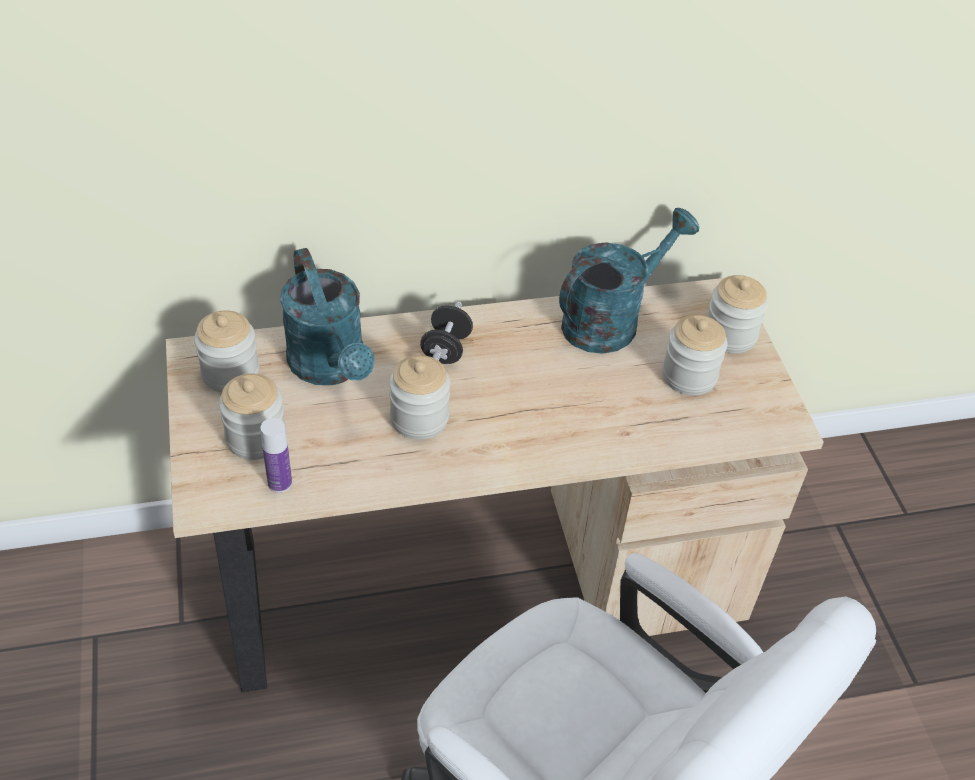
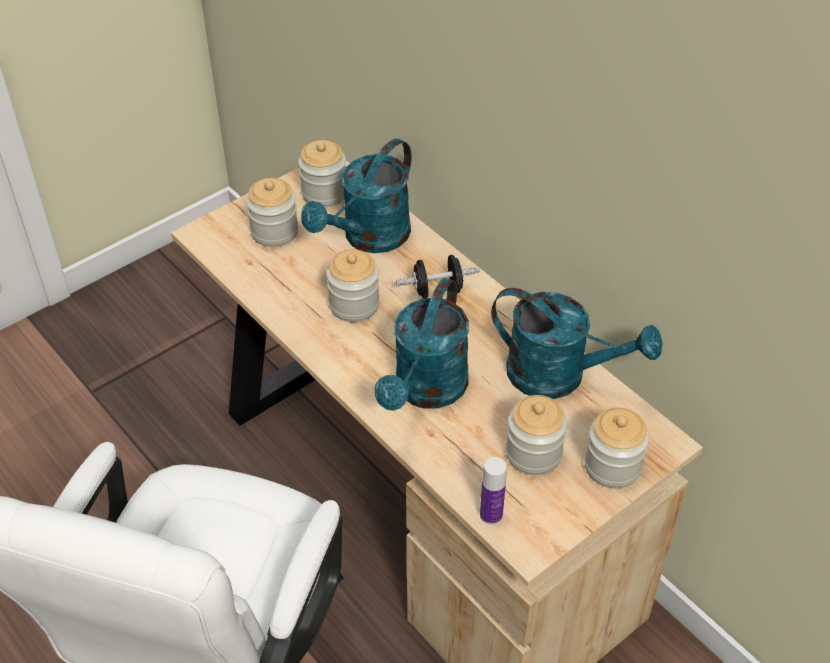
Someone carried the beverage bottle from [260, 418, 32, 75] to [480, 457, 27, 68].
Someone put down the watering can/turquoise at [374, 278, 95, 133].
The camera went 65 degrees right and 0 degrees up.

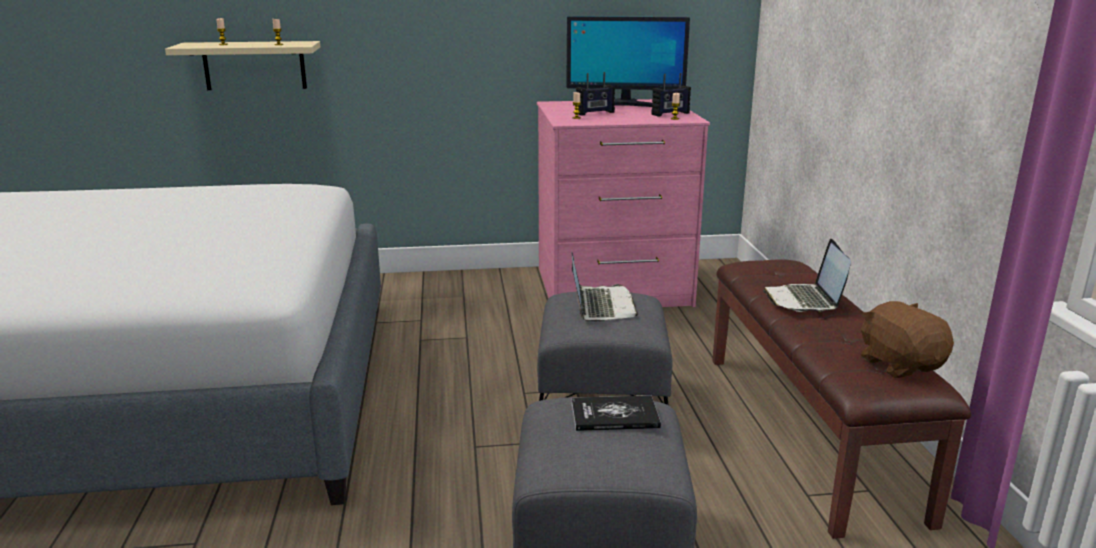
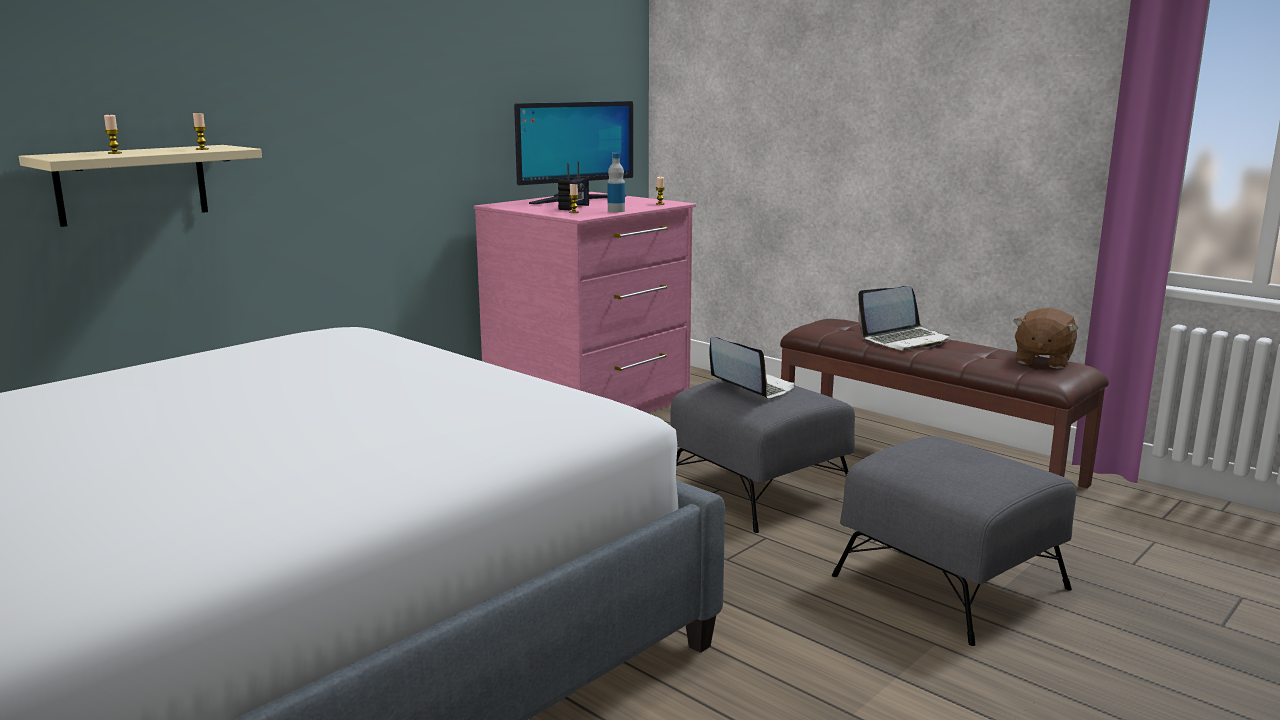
Someone took away the radio receiver at [652, 73, 39, 43].
Someone rotated the portable computer at [763, 239, 88, 73] by 75 degrees counterclockwise.
Someone rotated the soft toy/brownish at [861, 301, 93, 77] by 90 degrees counterclockwise.
Someone took away the book at [572, 395, 89, 36].
Someone put down the beverage bottle at [607, 153, 18, 59].
The camera went 40 degrees left and 5 degrees down.

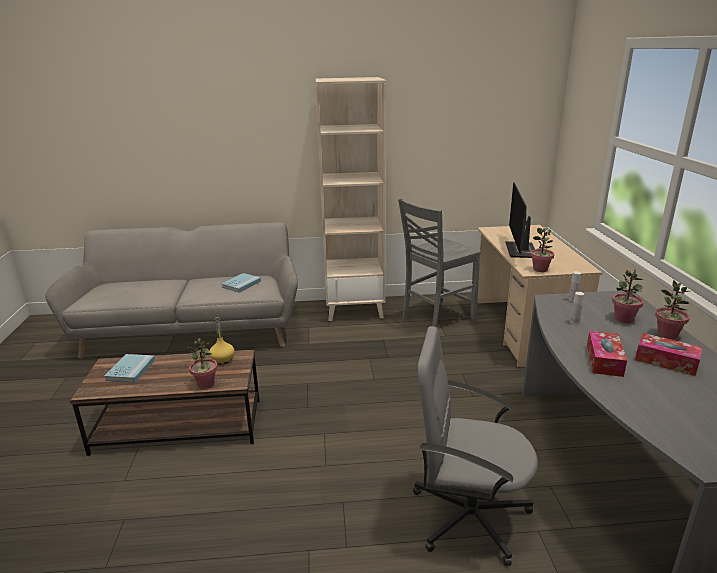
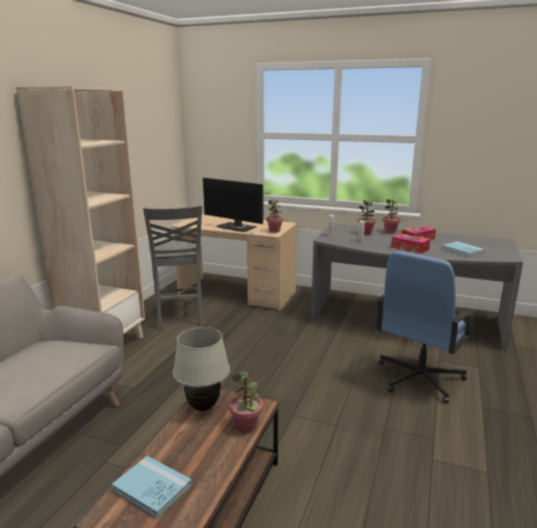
Someone carried the book/blue from [221, 273, 40, 20] to [442, 241, 43, 16].
Someone swapped the beverage bottle/yellow at [209, 317, 26, 47] for the table lamp/whitish at [173, 327, 57, 84].
Someone repainted the office chair/grey at [413, 326, 125, 240], which became the office chair/blue at [376, 251, 101, 153].
The camera went 65 degrees left and 5 degrees down.

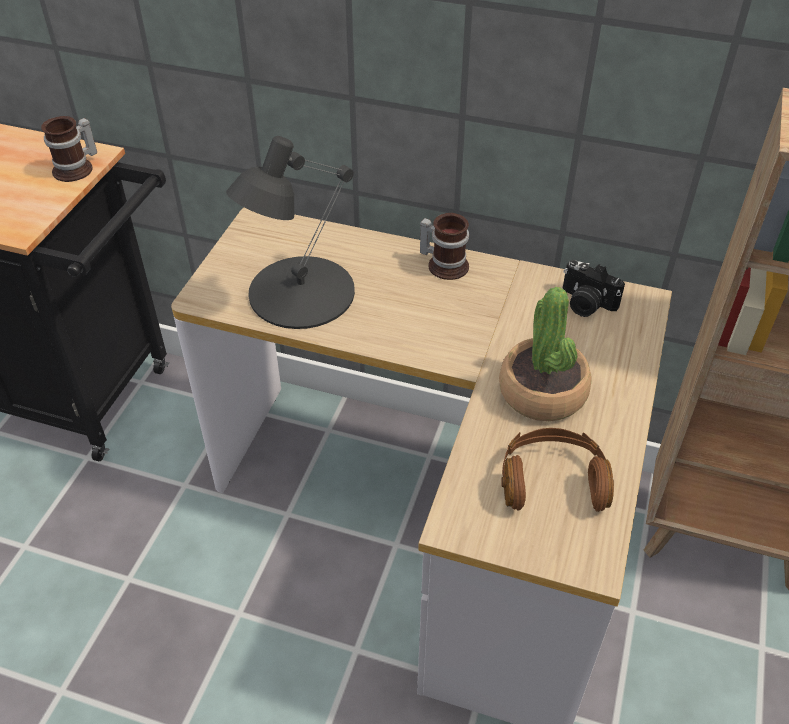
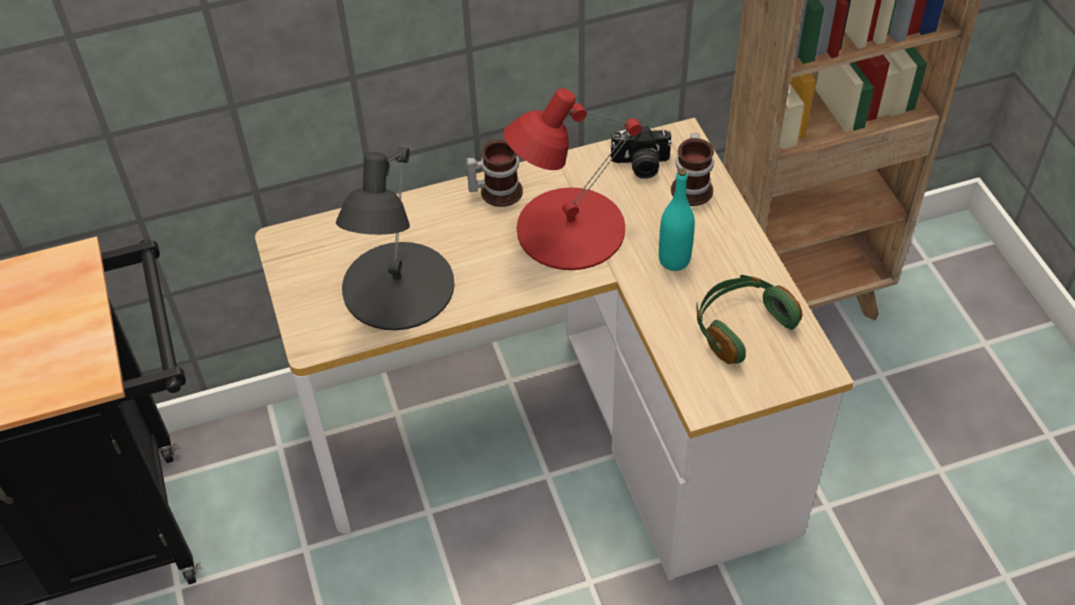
Someone carried the mug from [41, 116, 56, 66] to [671, 133, 43, 73].
Someone swapped the plant in a pot at [499, 287, 93, 134] for the beverage bottle/turquoise at [659, 168, 36, 103].
Someone repainted the headset/brownish at [501, 428, 113, 84], which became the headset/green-coloured at [696, 275, 106, 89].
Someone put down the table lamp/reddish at [503, 88, 139, 182].
The camera went 35 degrees left and 5 degrees up.

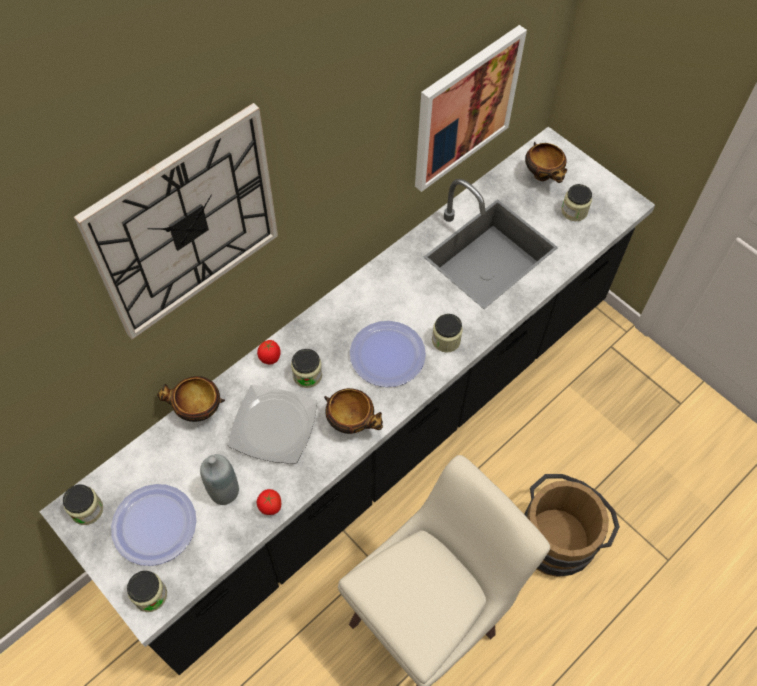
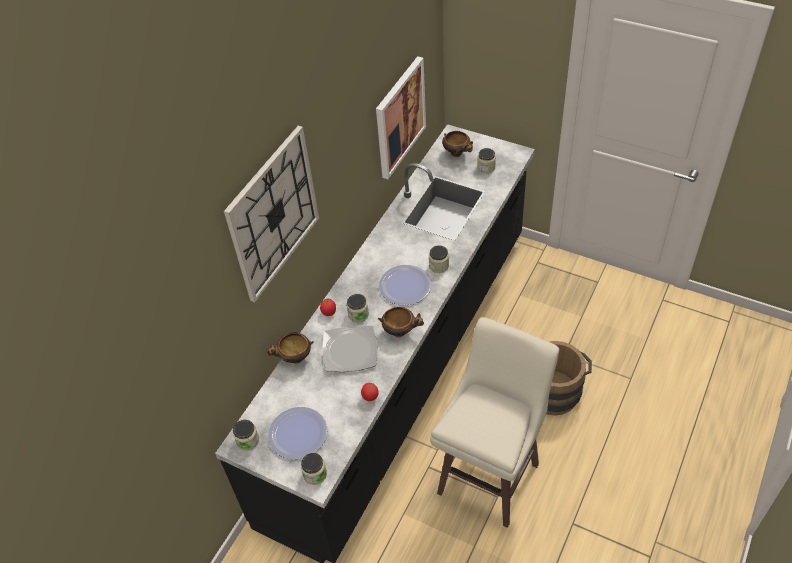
Someone took away the beverage bottle/grey at [200, 454, 39, 51].
The camera went 15 degrees left and 10 degrees down.

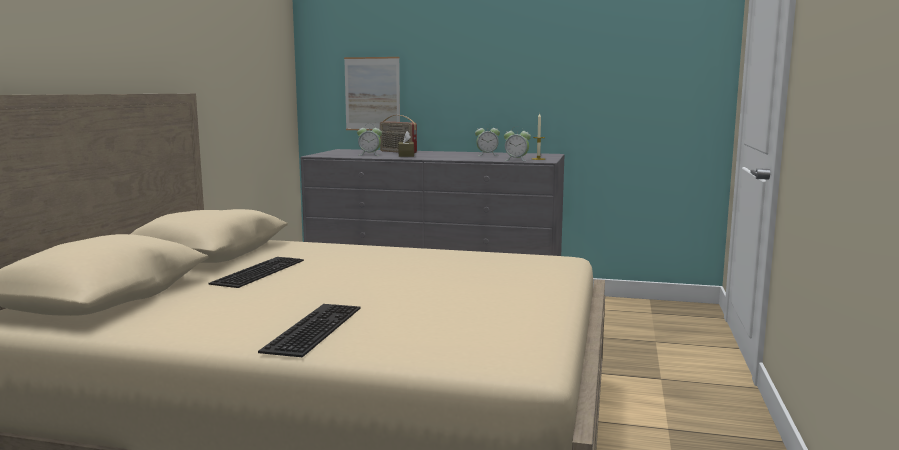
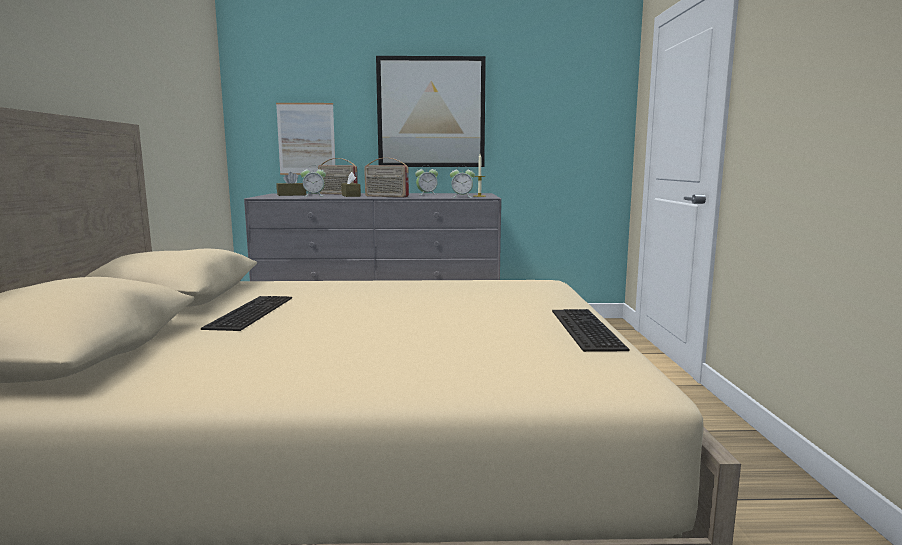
Someone carried the computer keyboard from [258, 304, 103, 53] to [552, 309, 77, 43].
Someone put up the picture at [376, 56, 110, 111].
Someone put down the radio receiver at [364, 158, 45, 39].
Someone put down the box of tissues/brownish at [277, 172, 29, 24].
The camera went 15 degrees left and 0 degrees up.

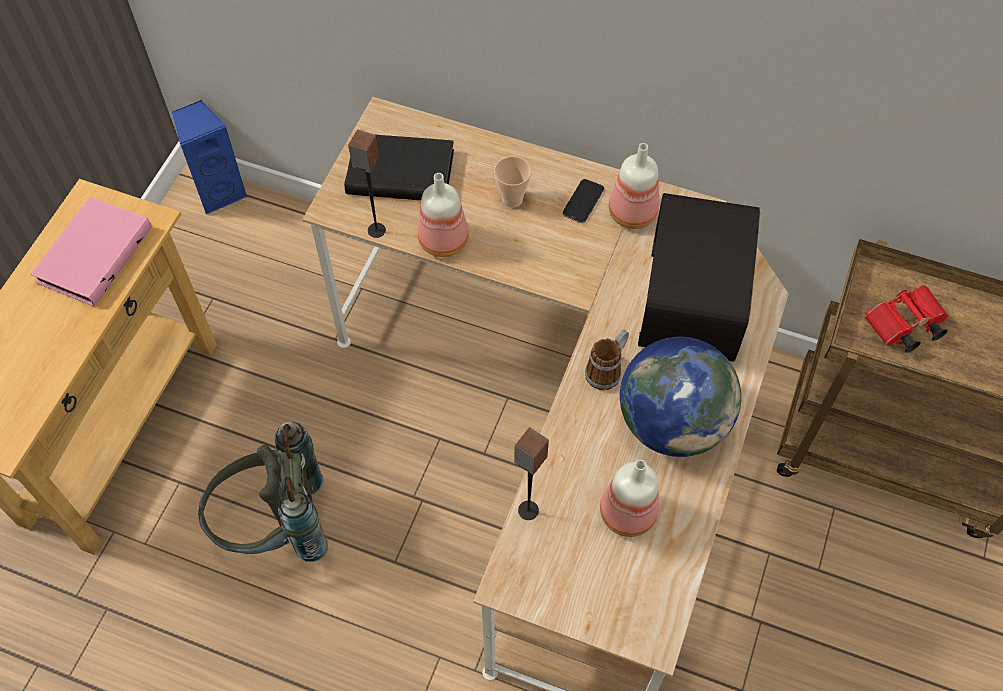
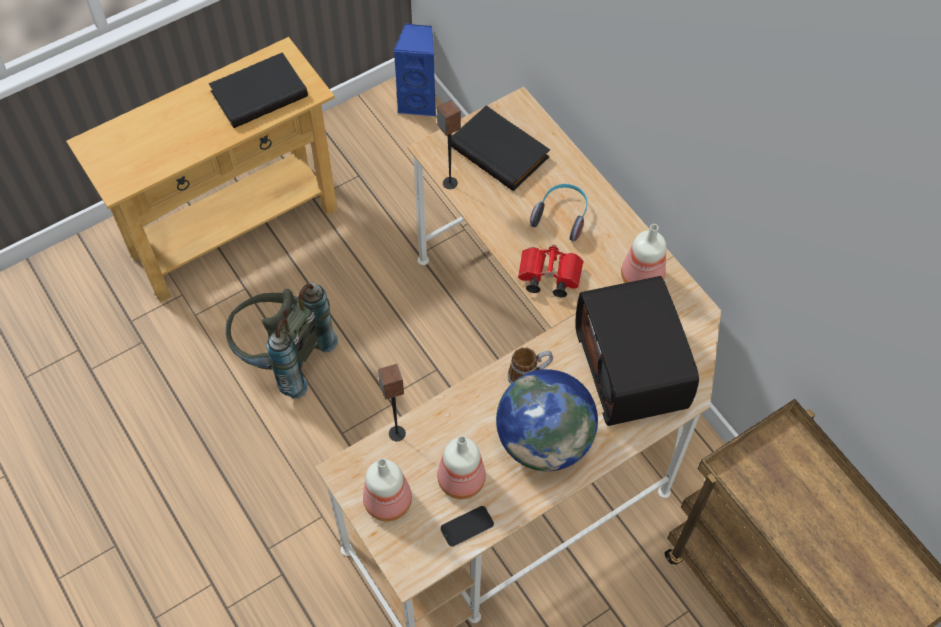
Someone swapped the cup at [494, 156, 37, 52] for the headset at [530, 184, 58, 58].
Someone carried the beverage bottle from [418, 173, 51, 84] to [363, 459, 49, 62].
Someone carried the handset from [563, 179, 41, 44] to [440, 506, 54, 41].
Someone rotated the radio receiver at [638, 193, 122, 169] by 60 degrees counterclockwise.
Someone repainted the book/pink-coloured at [30, 196, 122, 111], which became the book/black-coloured at [209, 52, 99, 76].
Someone carried the field glasses/reddish from [865, 285, 83, 68] to [518, 245, 66, 52].
The camera went 35 degrees right and 0 degrees up.

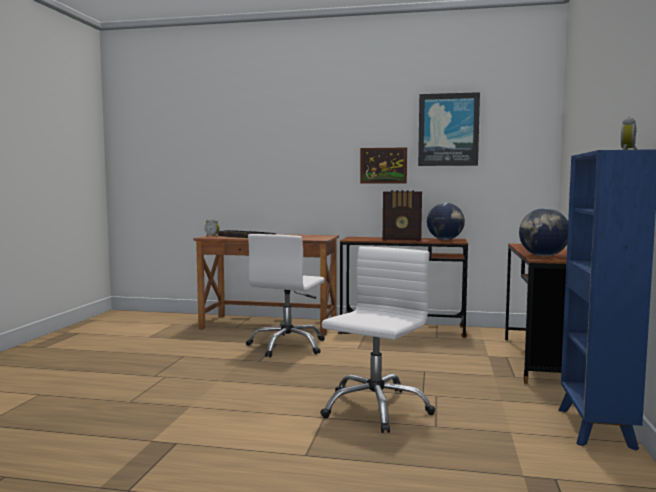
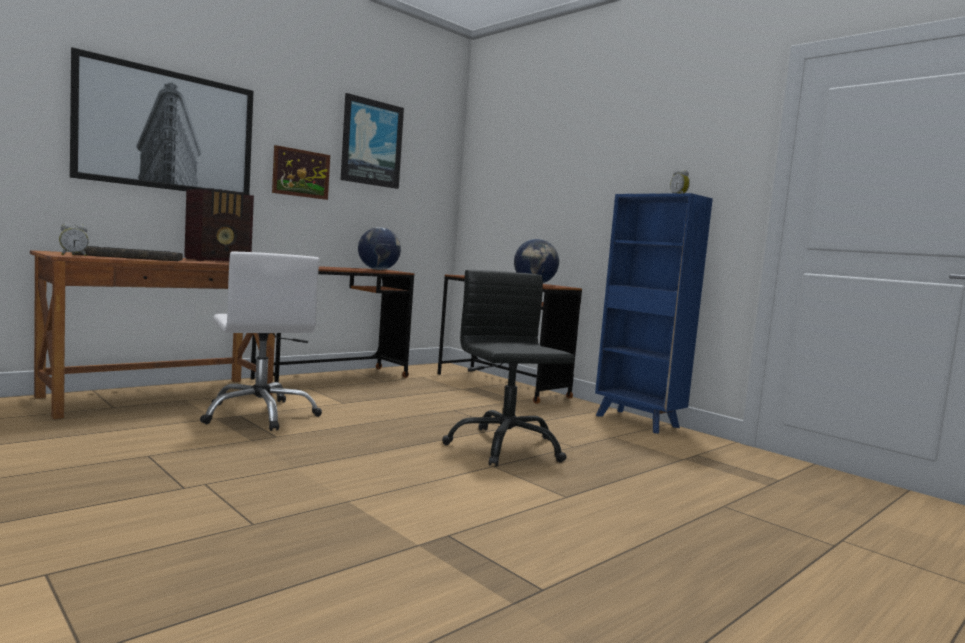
Someone carried the radio receiver from [383, 190, 39, 51] to [184, 188, 70, 73].
Someone repainted the office chair/whitish at [320, 247, 115, 186], which became the office chair/black-coloured at [442, 270, 133, 197].
Someone put up the picture at [70, 47, 184, 148].
The camera went 55 degrees left and 0 degrees up.

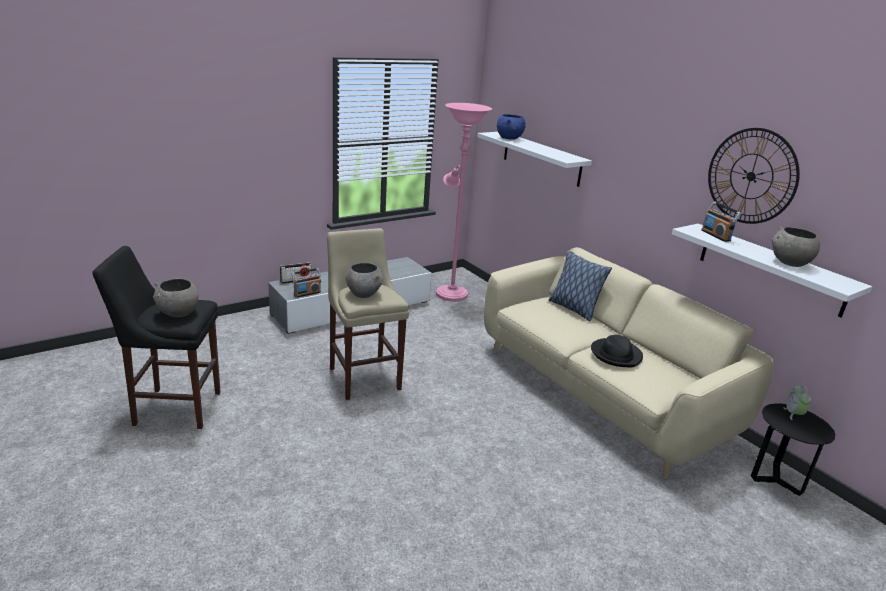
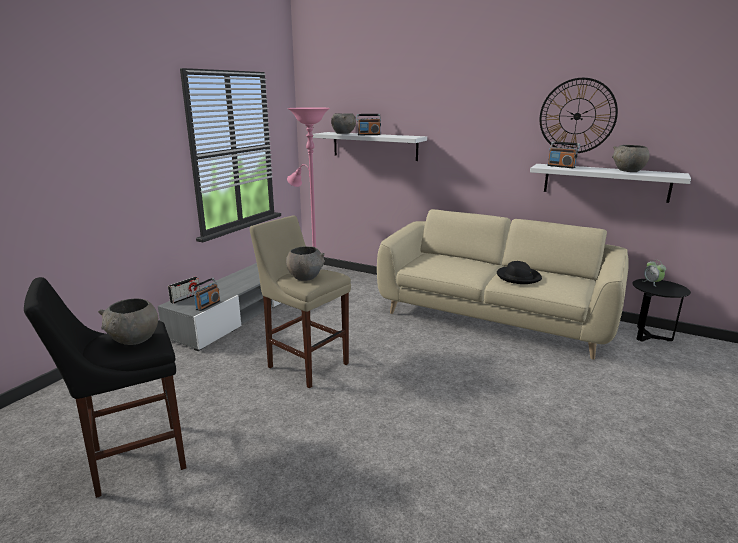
Someone repainted the bowl/blue at [497, 114, 29, 26], which became the bowl/grey at [331, 114, 25, 20].
Someone took away the pillow at [548, 250, 64, 72].
Someone put down the radio receiver at [357, 114, 24, 21].
The camera went 25 degrees left and 5 degrees down.

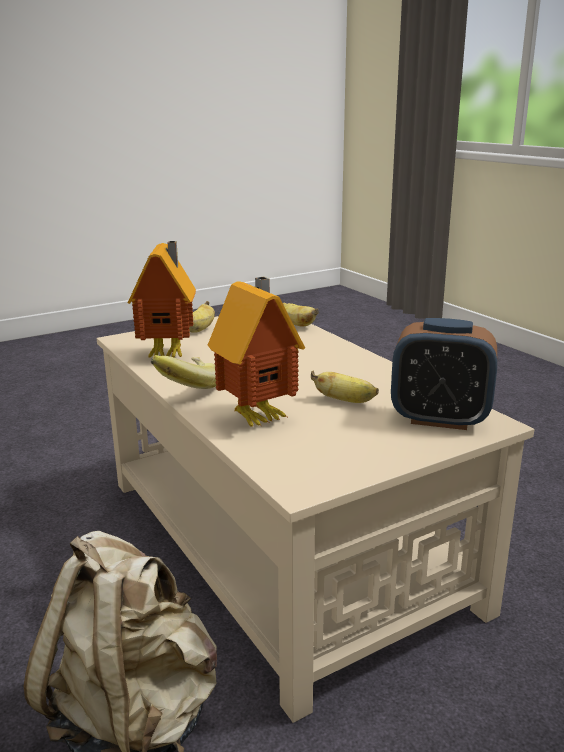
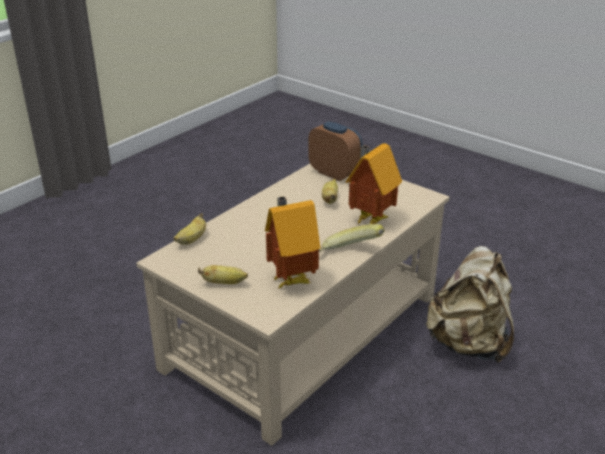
Someone rotated the bedside clock at [391, 318, 106, 112] by 45 degrees counterclockwise.
The camera went 110 degrees left and 10 degrees up.

